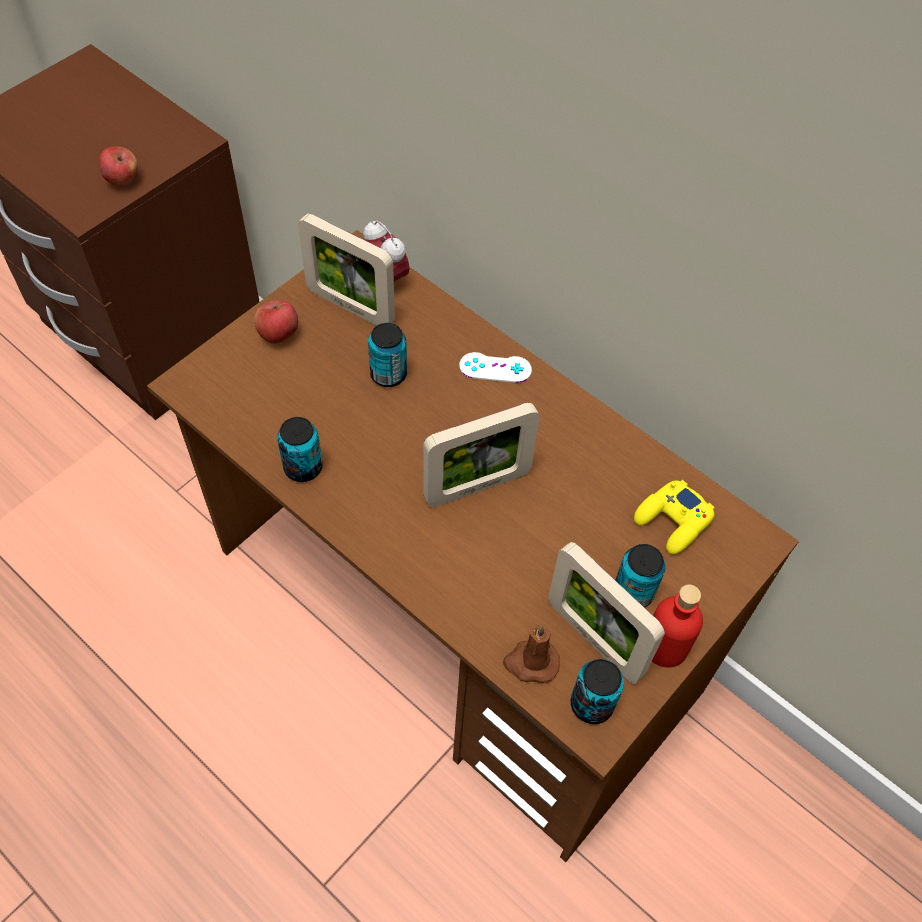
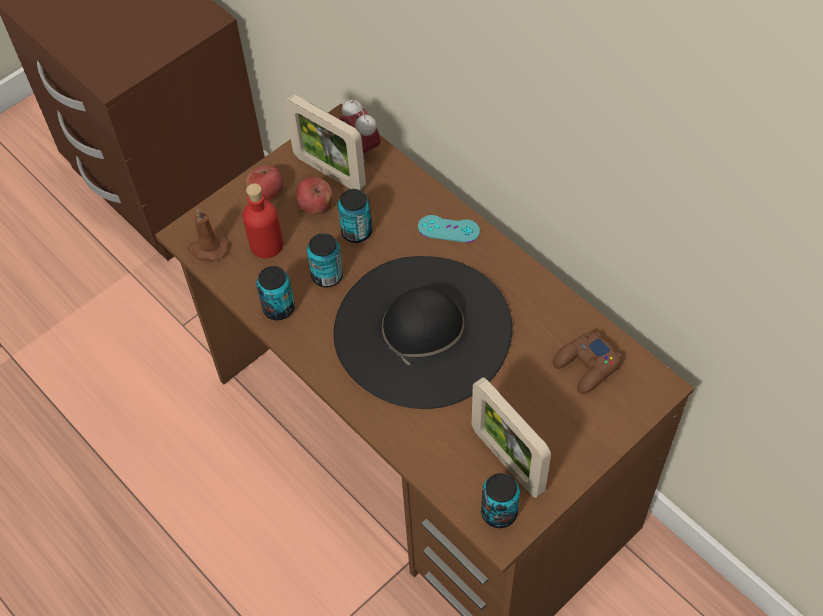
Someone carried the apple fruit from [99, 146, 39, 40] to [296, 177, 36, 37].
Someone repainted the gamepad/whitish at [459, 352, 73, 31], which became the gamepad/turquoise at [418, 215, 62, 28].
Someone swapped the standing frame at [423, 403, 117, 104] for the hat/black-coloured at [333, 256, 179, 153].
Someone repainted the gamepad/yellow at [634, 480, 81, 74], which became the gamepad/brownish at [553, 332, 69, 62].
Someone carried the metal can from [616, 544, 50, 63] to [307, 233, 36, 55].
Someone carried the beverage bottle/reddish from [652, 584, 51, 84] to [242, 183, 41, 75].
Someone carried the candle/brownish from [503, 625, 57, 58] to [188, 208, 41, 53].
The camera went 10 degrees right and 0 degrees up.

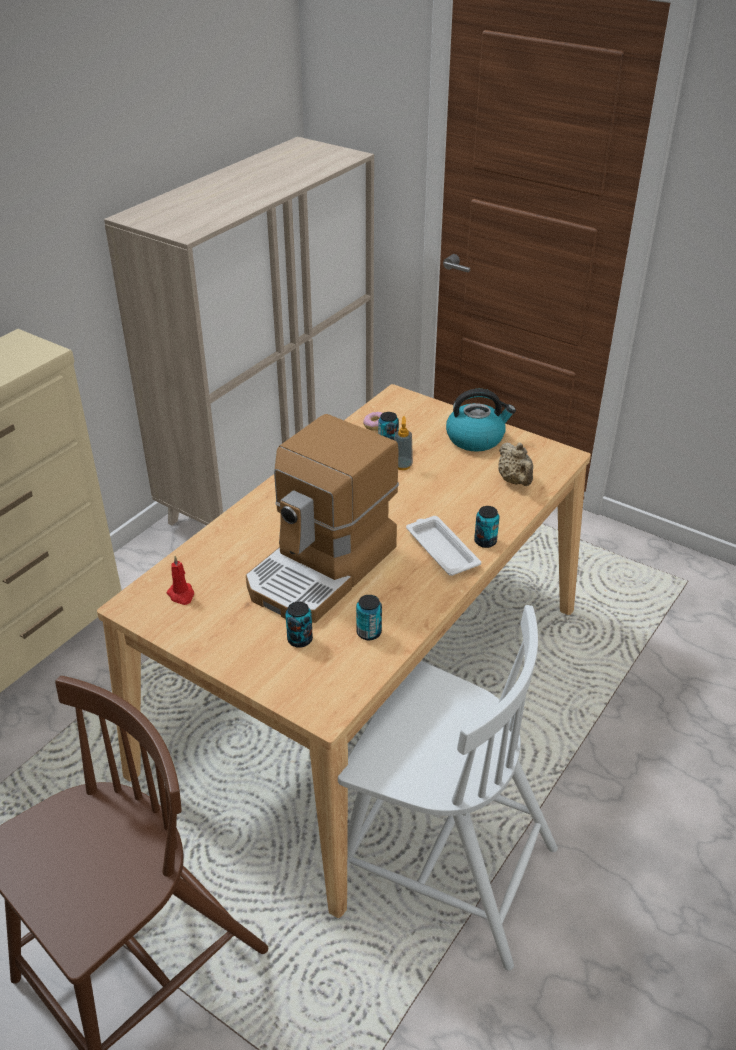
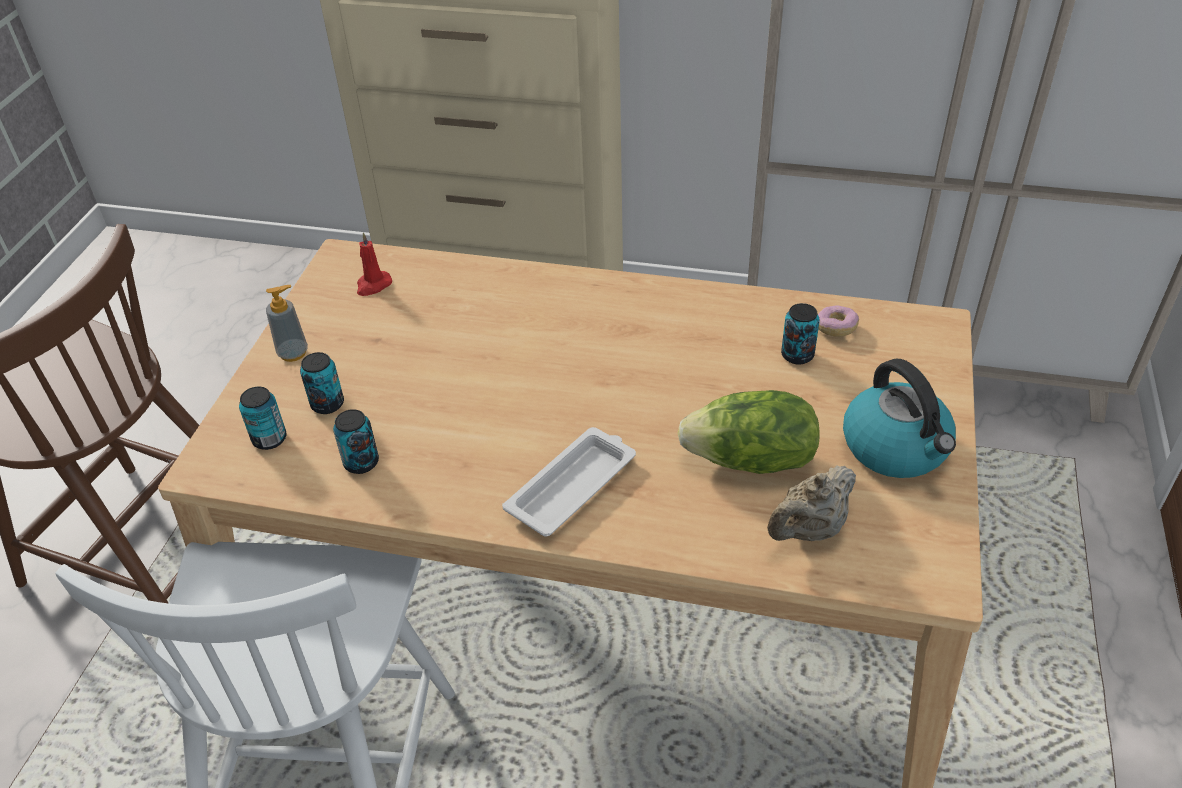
Someone took away the coffee brewer at [246, 414, 153, 209].
Someone carried the soap bottle from [394, 416, 19, 54] to [266, 285, 42, 77].
Someone carried the metal can from [474, 506, 25, 42] to [239, 386, 47, 64].
Someone put down the head of lettuce at [677, 390, 142, 84].
The camera went 70 degrees right and 5 degrees up.

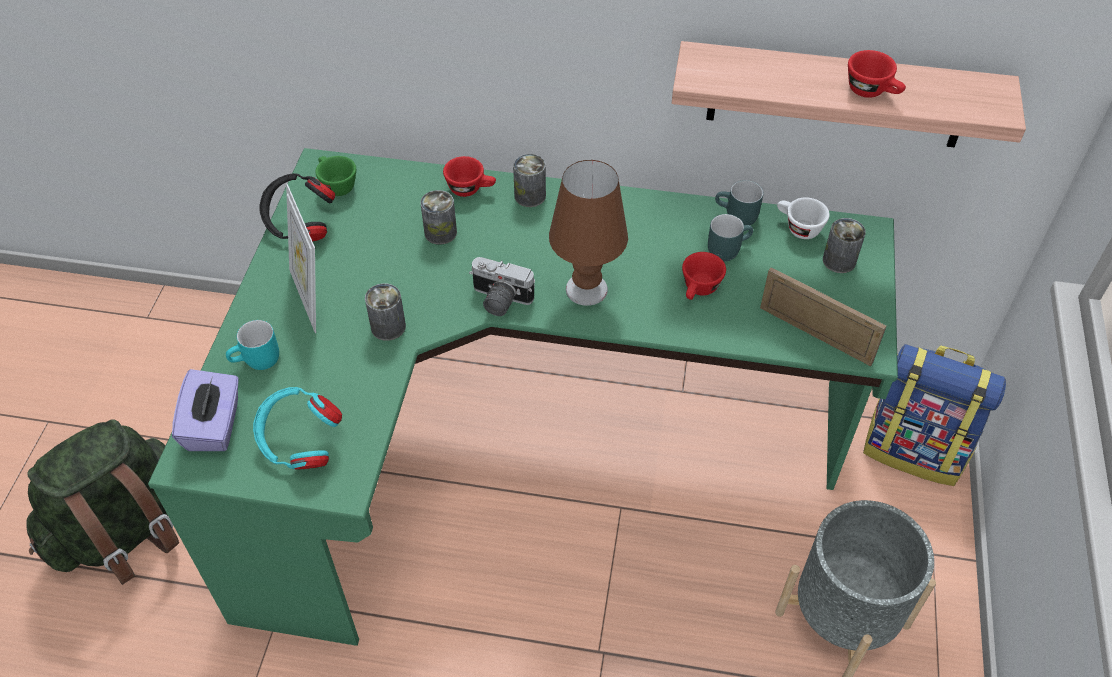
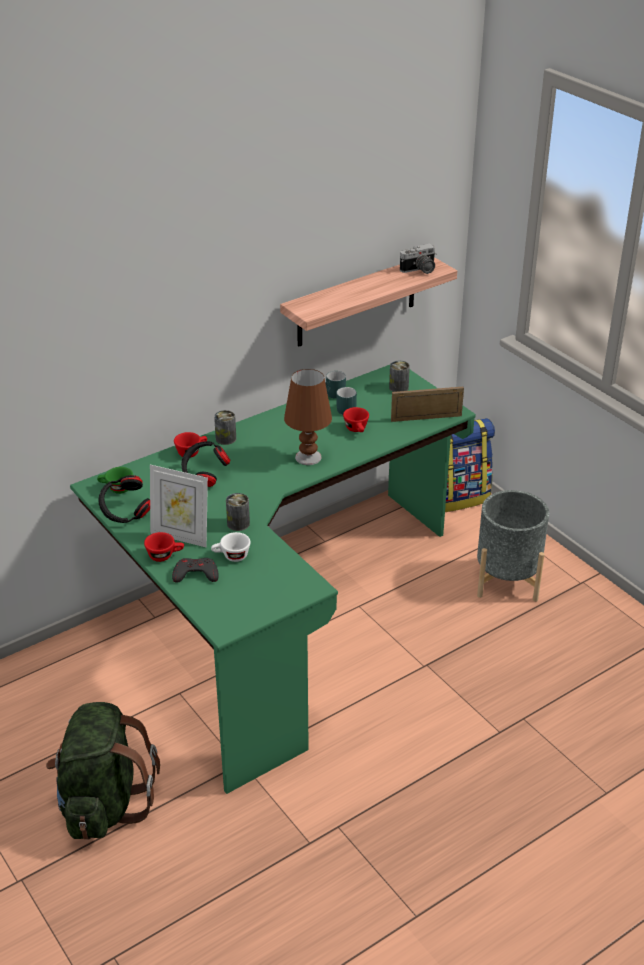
Someone carried the cup/reddish from [848, 50, 58, 48] to [144, 532, 40, 30].
Someone swapped the metal can at [420, 190, 37, 55] for the headset/black-coloured at [181, 441, 49, 46].
Someone carried the cup/whitish from [777, 198, 52, 41] to [211, 532, 39, 30].
Someone carried the still camera from [469, 257, 66, 59] to [400, 244, 36, 30].
Someone swapped the mug/turquoise at [226, 320, 53, 50] for the gamepad/grey at [172, 558, 47, 25].
Someone took away the box of tissues/purplish at [172, 369, 67, 82].
Someone took away the headset/turquoise at [253, 387, 89, 82].
The camera went 45 degrees left and 15 degrees down.

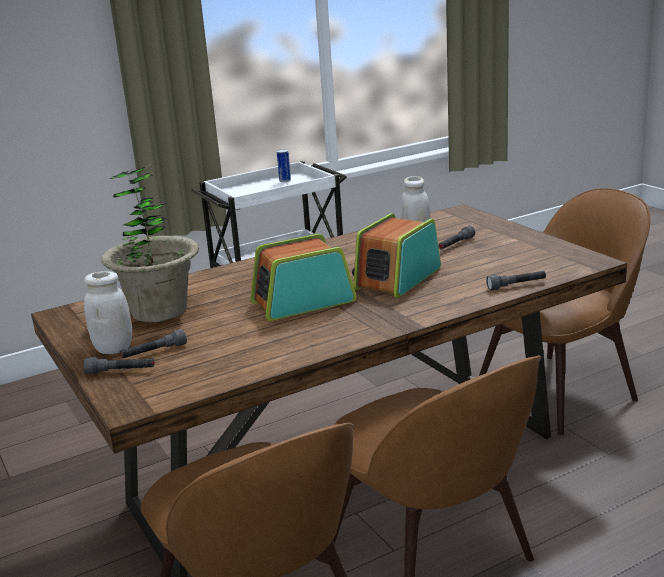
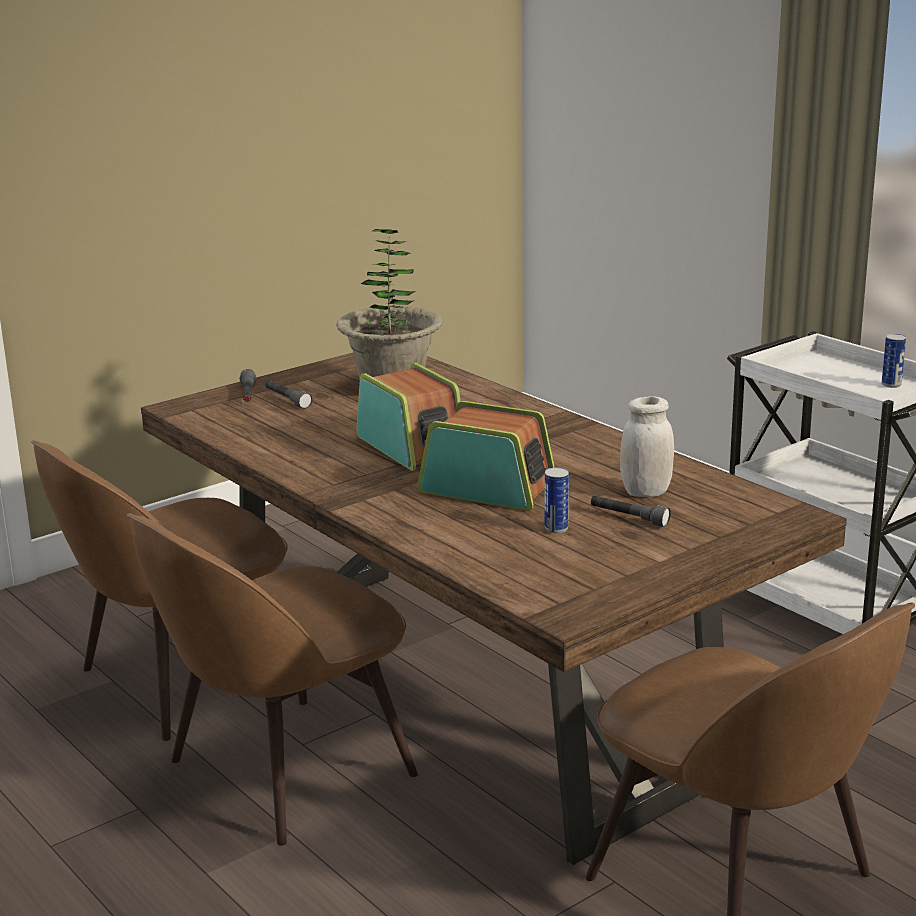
Someone took away the storage jar/whitish at [84, 271, 48, 83].
Someone took away the flashlight/grey at [486, 271, 60, 19].
Someone put down the metal can at [545, 467, 24, 67].
The camera went 80 degrees right and 0 degrees up.

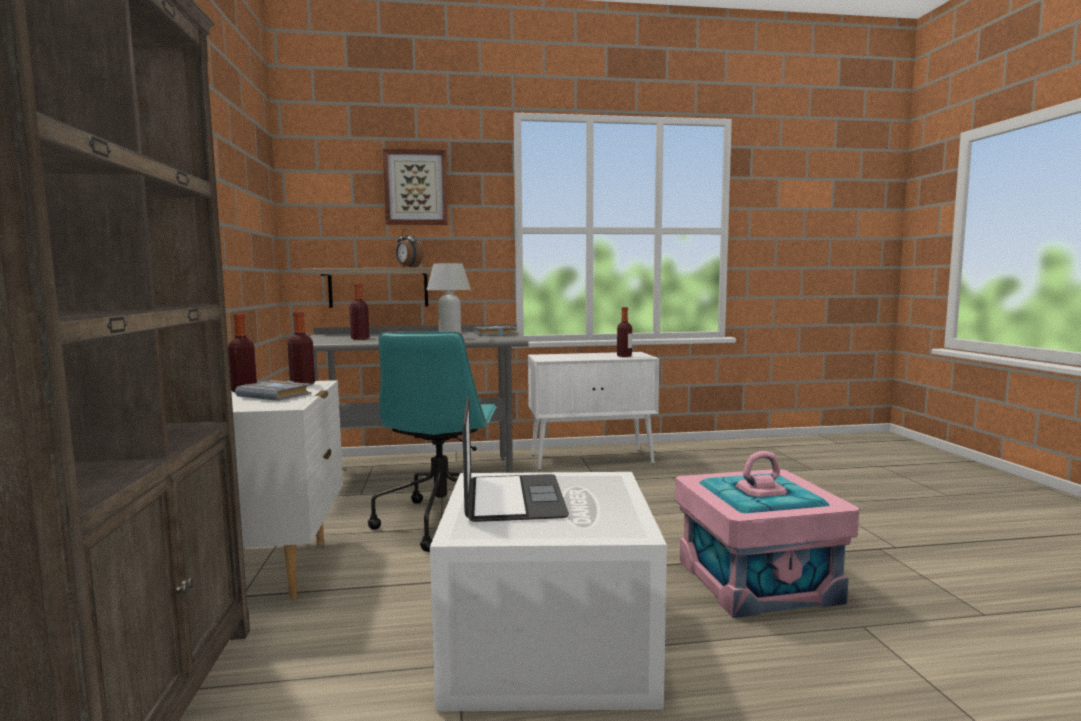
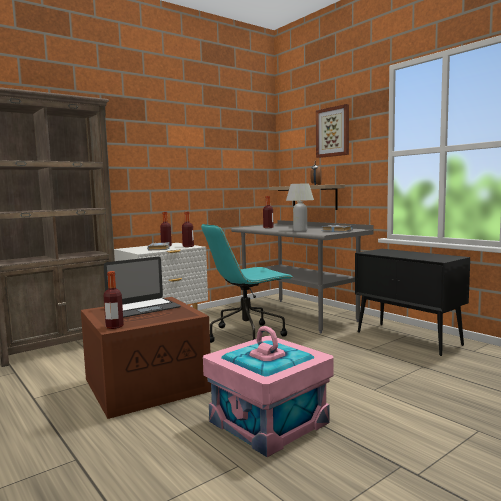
Someone carried the beverage bottle from [617, 307, 15, 50] to [104, 271, 20, 58].
Someone repainted the cabinet/whitish at [528, 352, 131, 118], which became the cabinet/black-coloured at [355, 249, 115, 107].
Someone repainted the storage container/whitish at [430, 472, 237, 239], which became the storage container/brownish at [81, 297, 130, 122].
The camera went 60 degrees right and 0 degrees up.

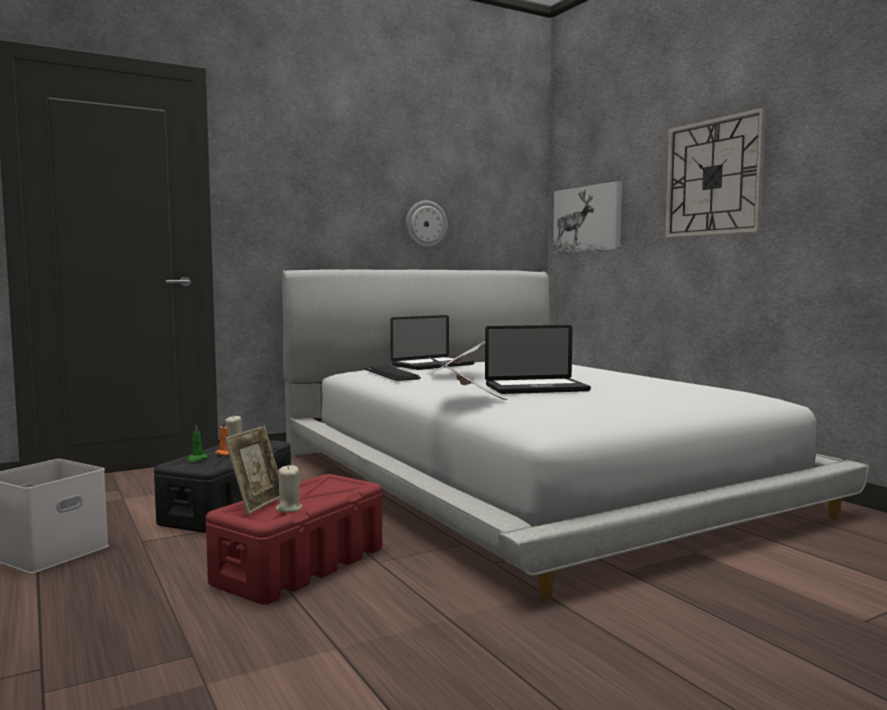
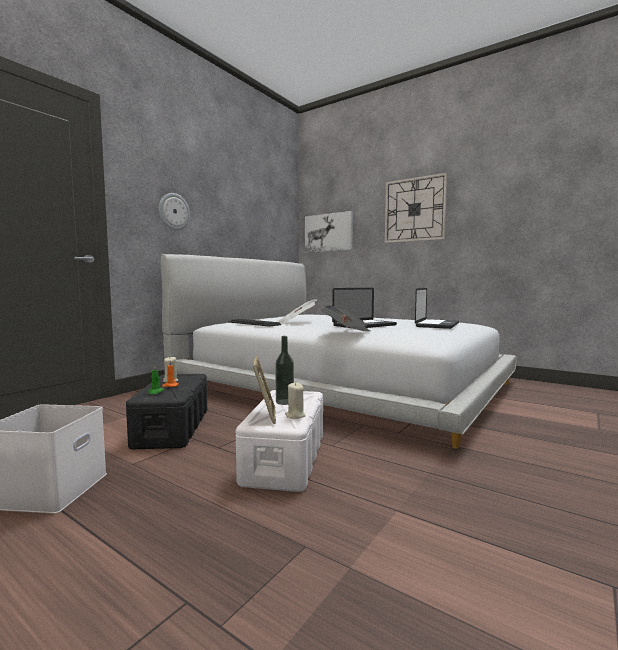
Someone carried the wall clock from [406, 200, 41, 49] to [159, 193, 31, 38].
Someone carried the portable computer from [390, 315, 85, 55] to [415, 288, 44, 41].
Someone repainted the storage container/reddish at [206, 474, 176, 130], which became the storage container/whitish at [236, 390, 87, 102].
Someone put down the beverage bottle at [275, 336, 19, 69].
The camera went 25 degrees left and 0 degrees up.

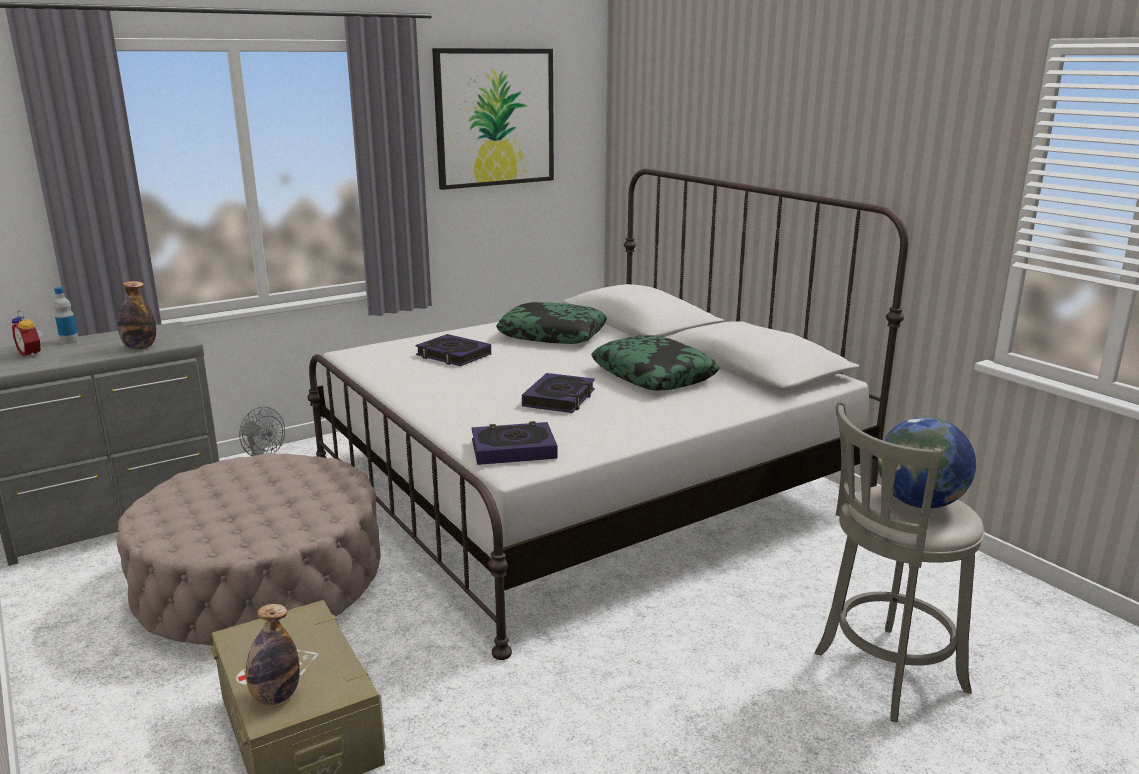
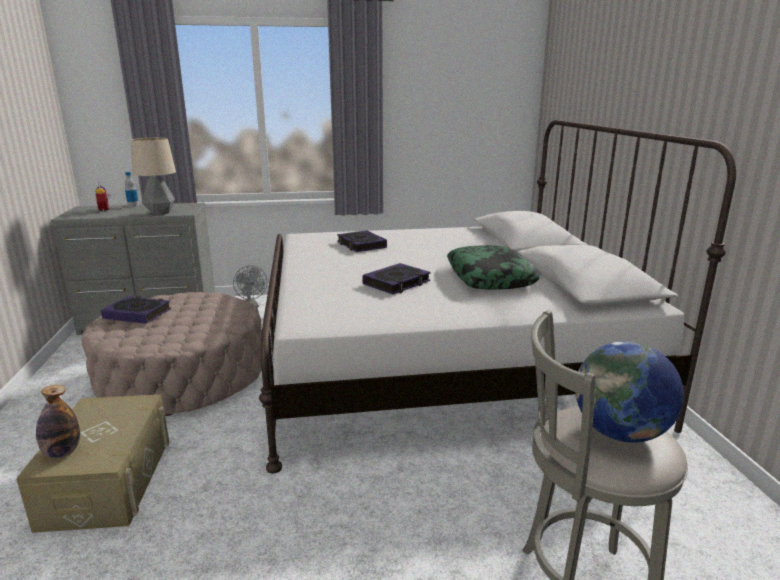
Someone took away the picture at [432, 48, 122, 142].
Someone swapped the beverage bottle at [118, 281, 38, 68] for the table lamp at [131, 138, 45, 77].
Someone took away the pillow at [496, 302, 111, 42].
Someone carried the book from [472, 421, 86, 44] to [101, 296, 70, 28].
The camera went 25 degrees right and 0 degrees up.

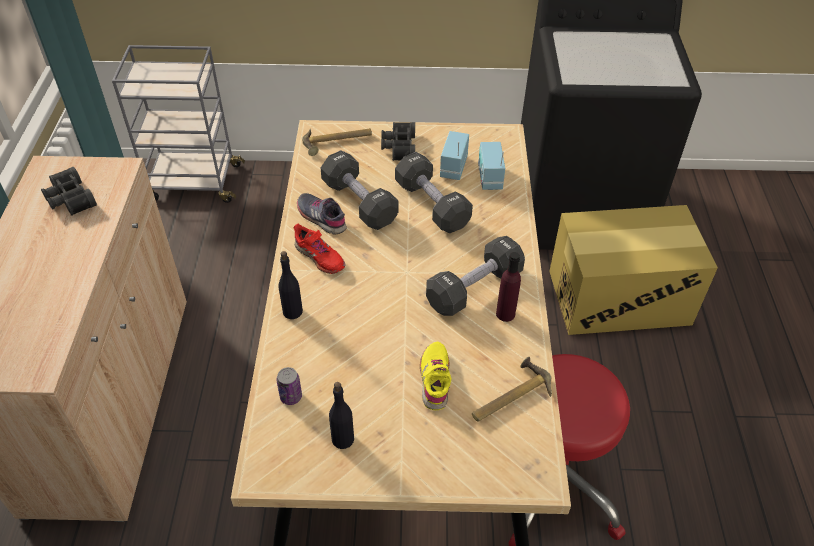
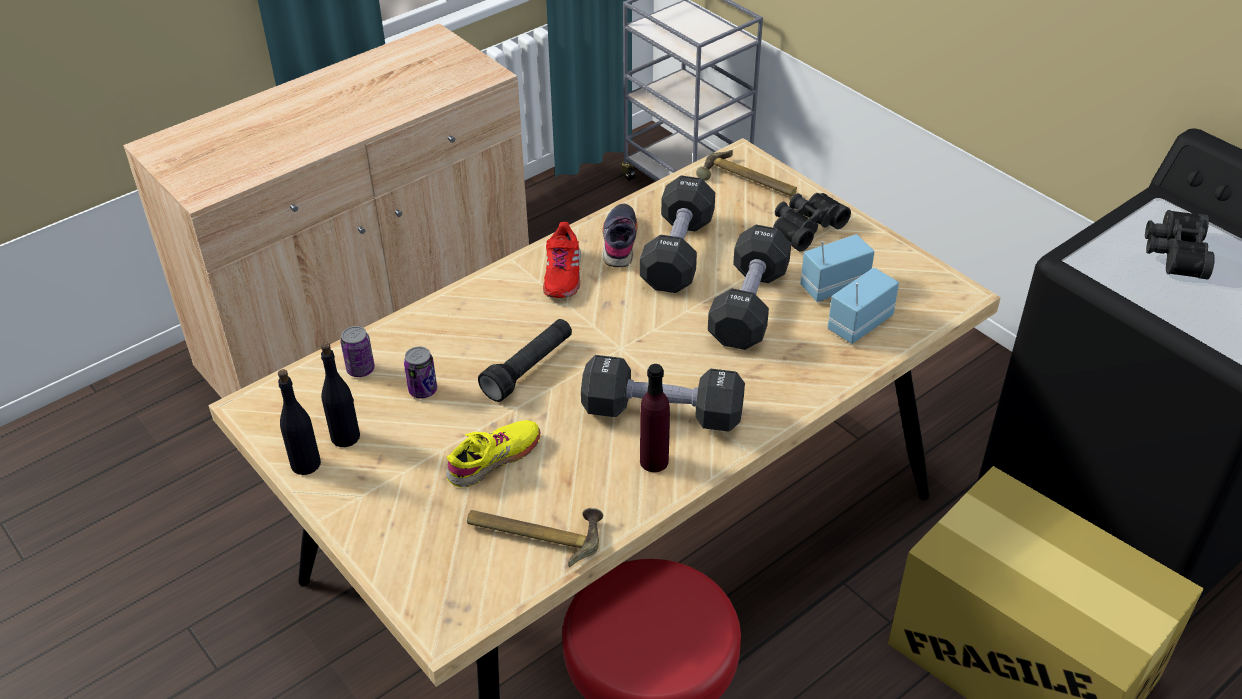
Someone carried the field glasses/black-coloured from [41, 167, 56, 49] to [1145, 210, 70, 69].
Someone carried the beverage bottle/black-coloured from [278, 251, 25, 68] to [278, 369, 43, 106].
Someone put down the flashlight/black-coloured at [478, 319, 94, 83].
Someone put down the metal can at [404, 347, 33, 51].
The camera went 50 degrees right and 5 degrees down.

